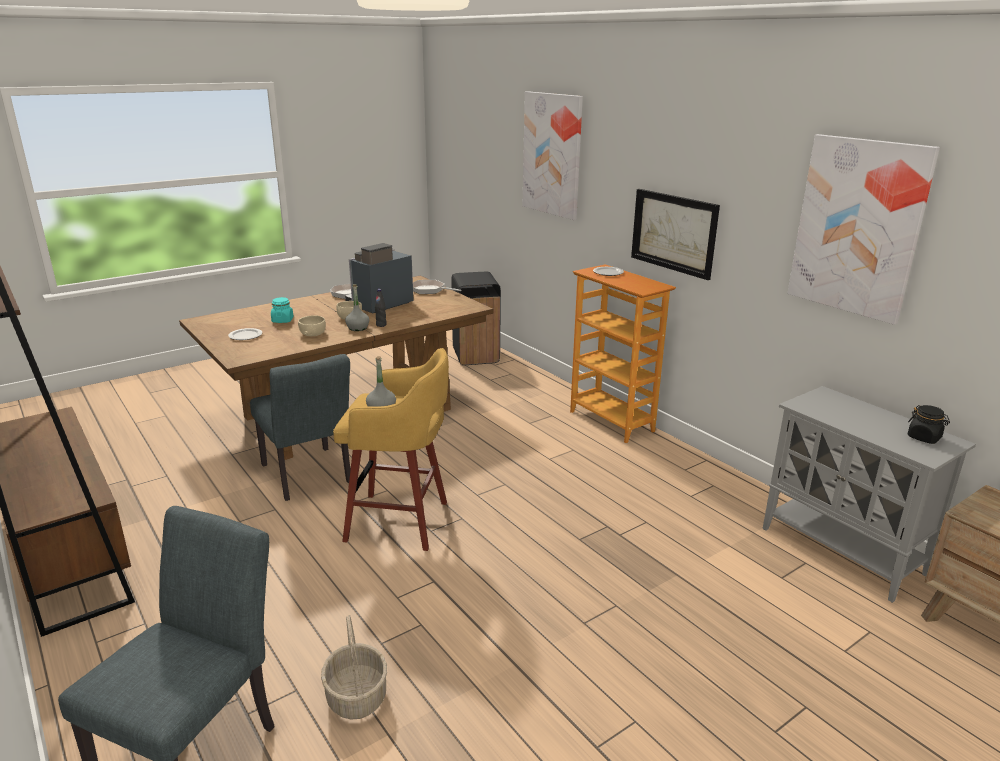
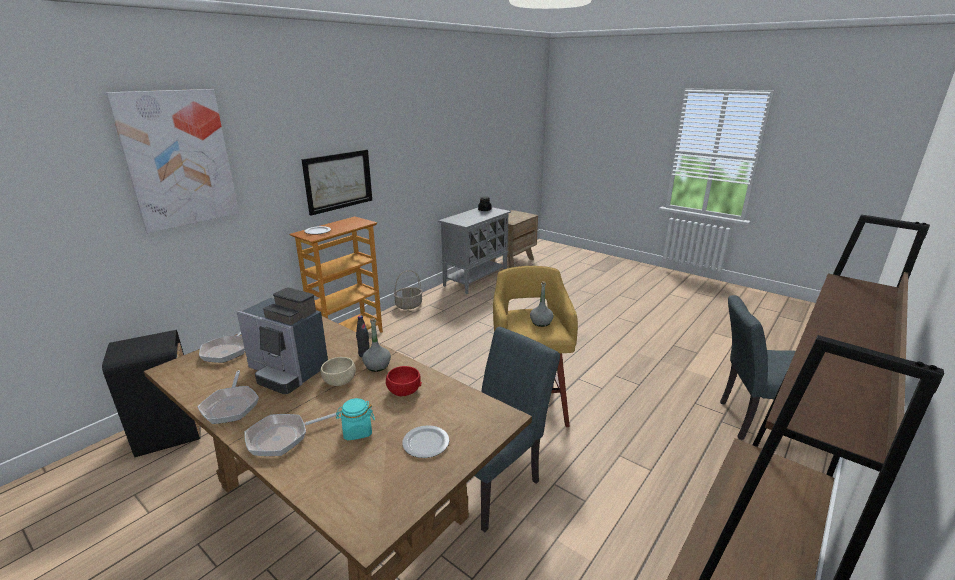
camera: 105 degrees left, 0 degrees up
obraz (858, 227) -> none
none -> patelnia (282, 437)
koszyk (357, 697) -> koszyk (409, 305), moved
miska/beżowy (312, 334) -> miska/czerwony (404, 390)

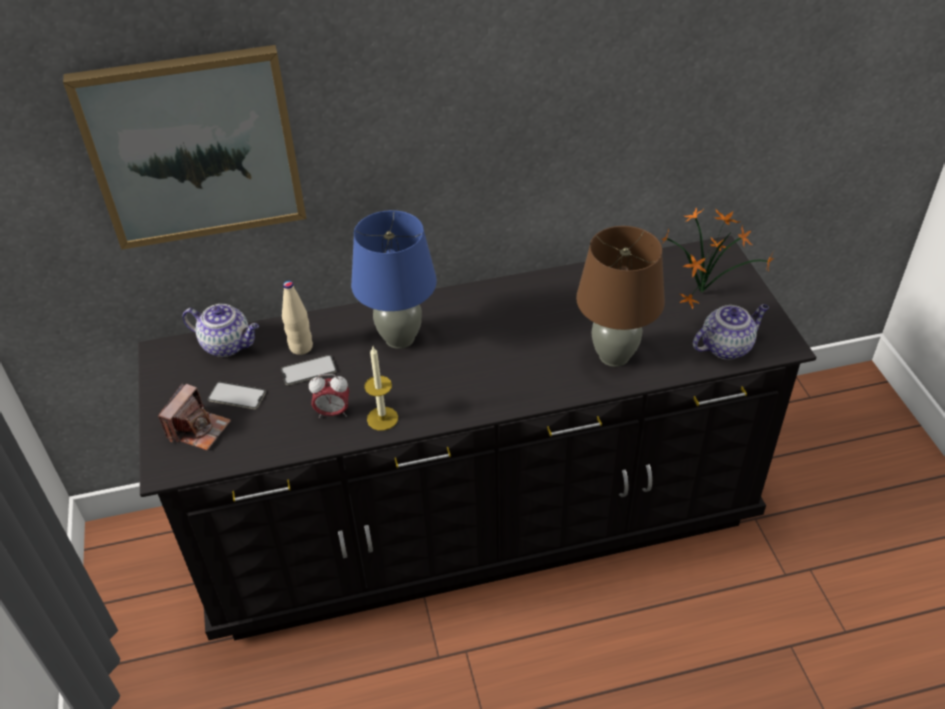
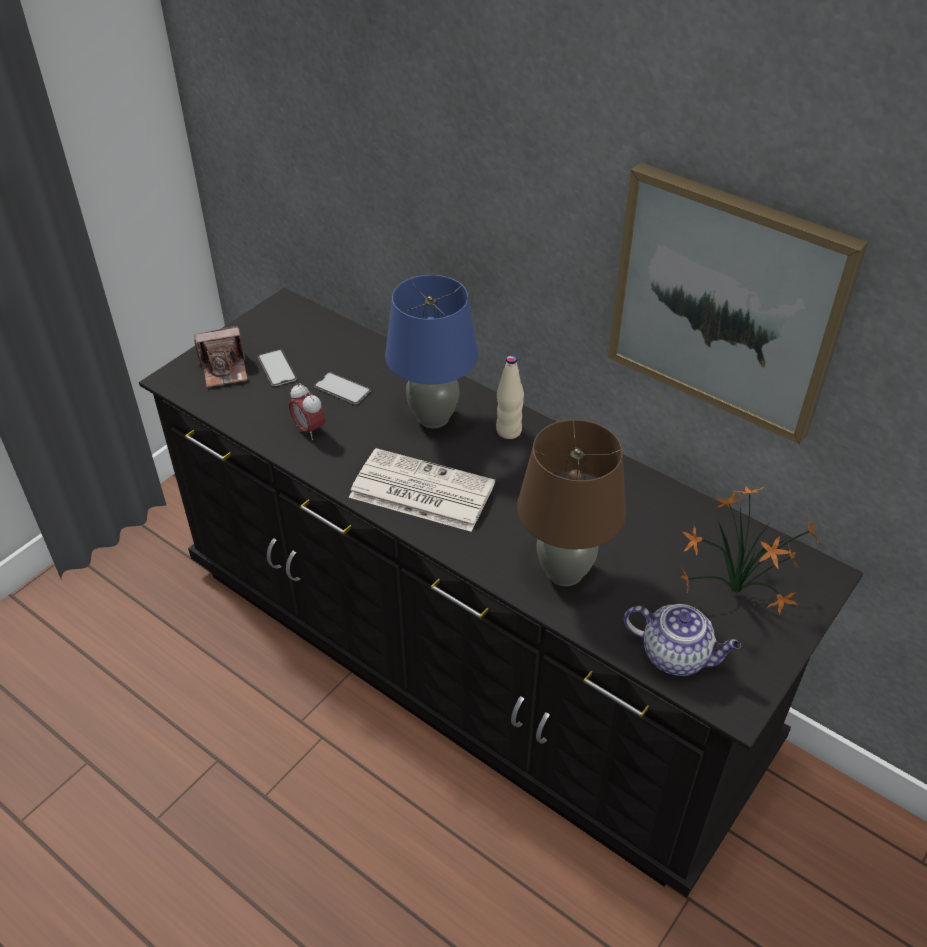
camera: 50 degrees right, 0 degrees up
imbryk (228, 345) -> none
świeca (382, 418) -> none
none -> gazeta (420, 491)
obraz (194, 148) -> obraz (726, 302), moved
butelka/beżowy (301, 347) -> butelka/beżowy (508, 431), moved

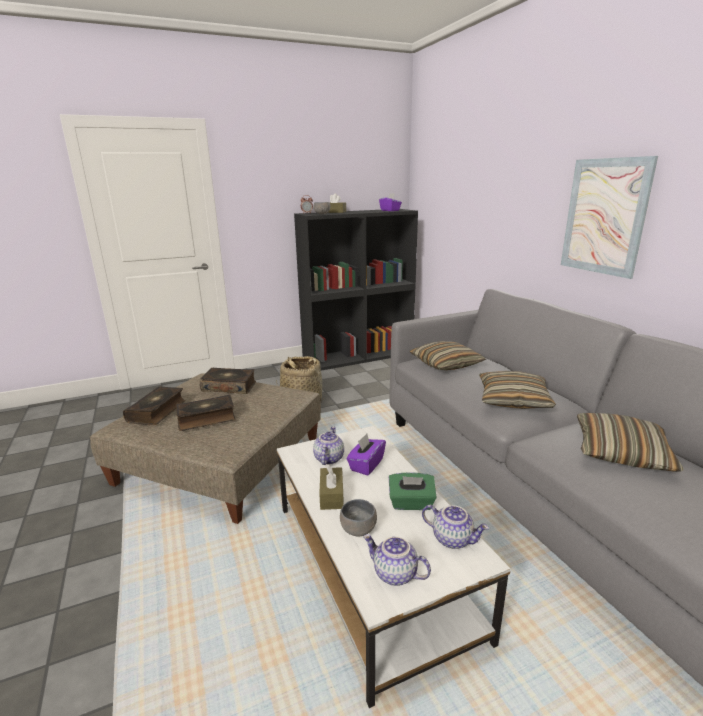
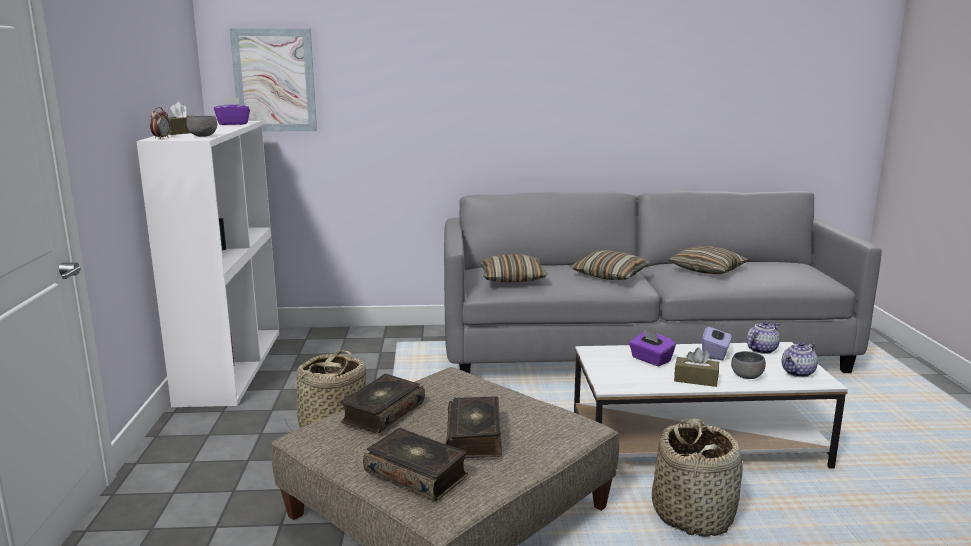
camera: 70 degrees left, 5 degrees down
imbryk (328, 458) -> none
none -> koszyk (693, 514)
obraz (604, 217) -> obraz (274, 80), moved
regał/czarny (358, 356) -> regał/biały (230, 365)
pudełko chusteczek/zielony (411, 503) -> pudełko chusteczek/fioletowy (715, 354)

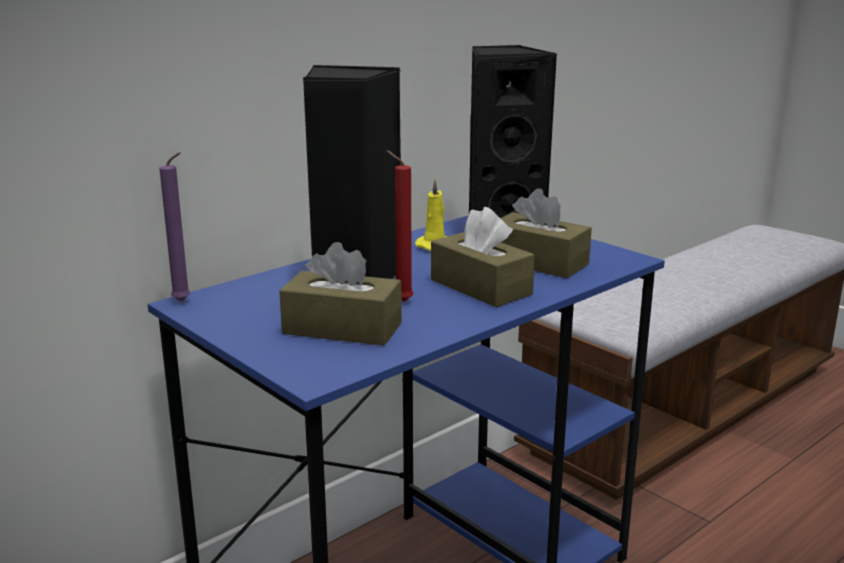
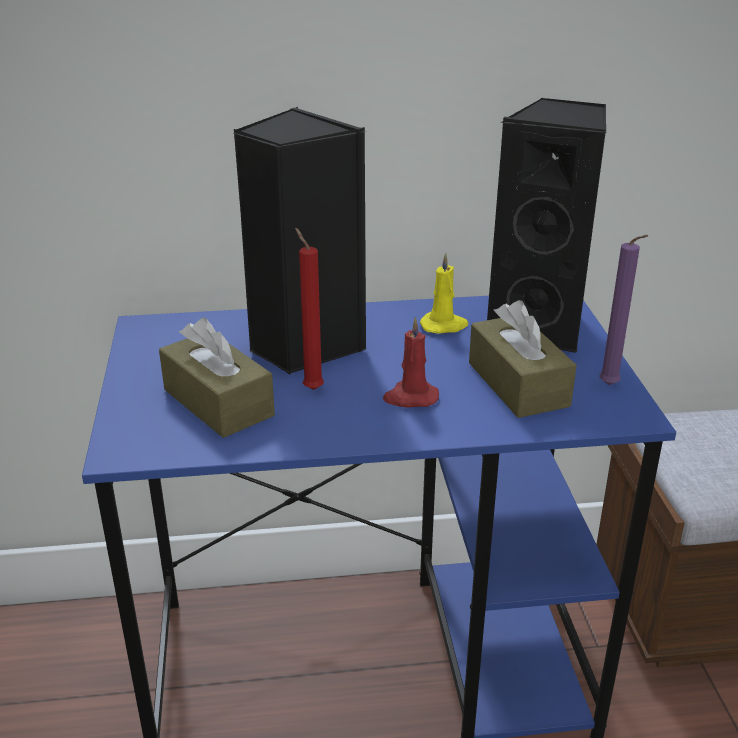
camera: 35 degrees right, 10 degrees up
świeca/fioletowy (184, 302) -> świeca/fioletowy (611, 386), moved
pudełko chusteczek/brązowy (480, 287) -> świeca/czerwony (410, 397)

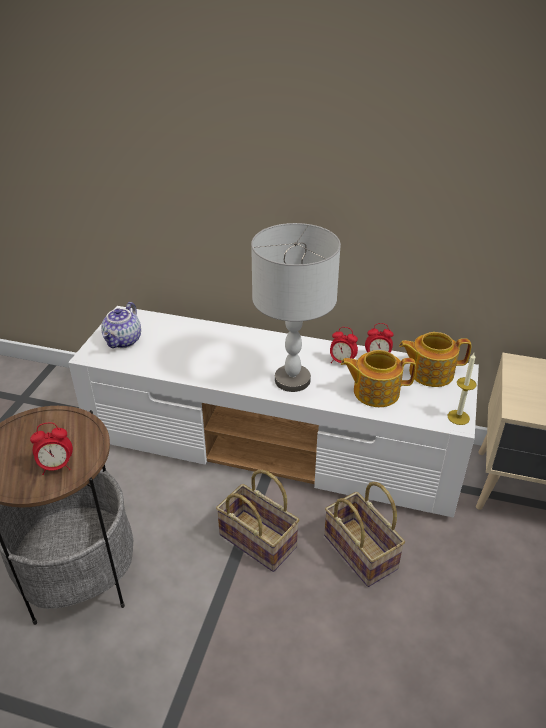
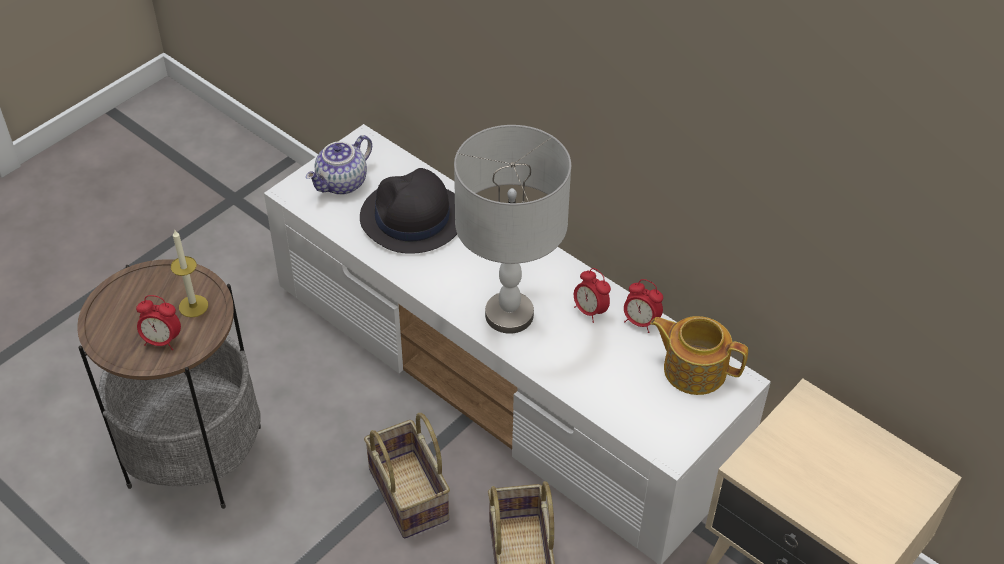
camera: 25 degrees right, 10 degrees up
imbryk (375, 391) -> none
none -> kapelusz/czarny (411, 218)
świeca (458, 417) -> świeca (193, 306), moved

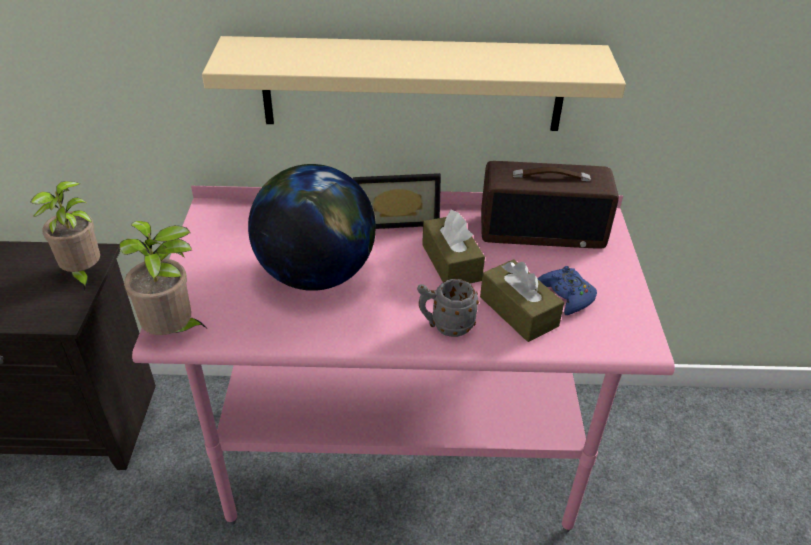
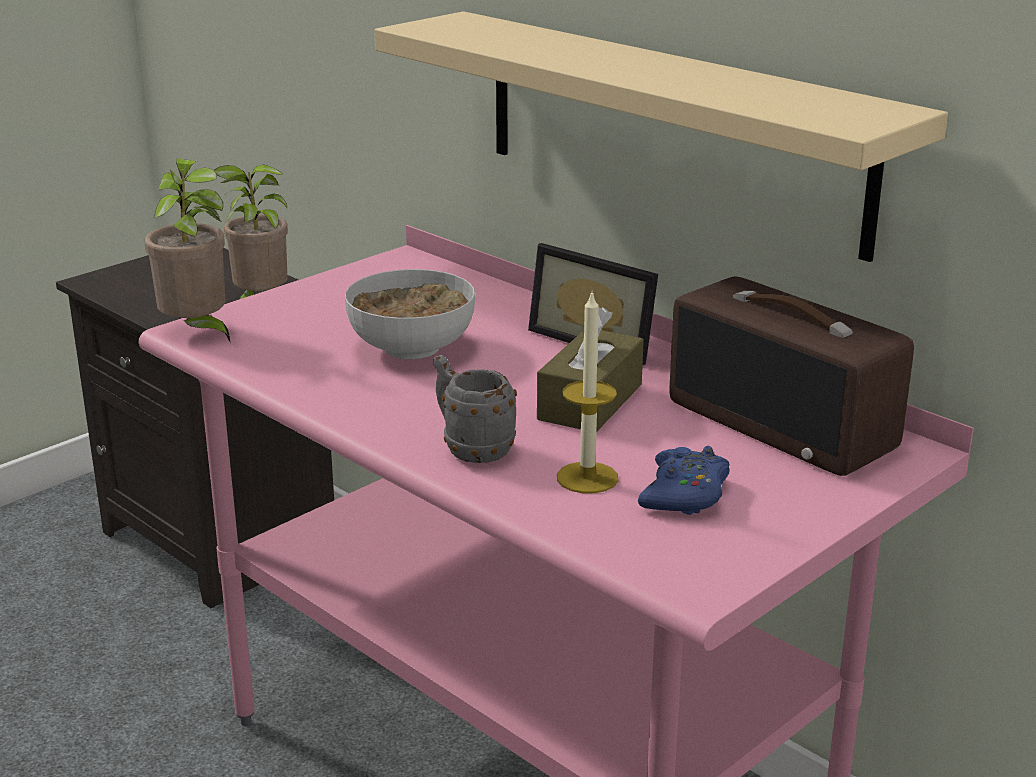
camera: 45 degrees right, 15 degrees down
globus (316, 274) -> miska (413, 348)
pudełko chusteczek/brązowy (518, 311) -> świeca (587, 478)

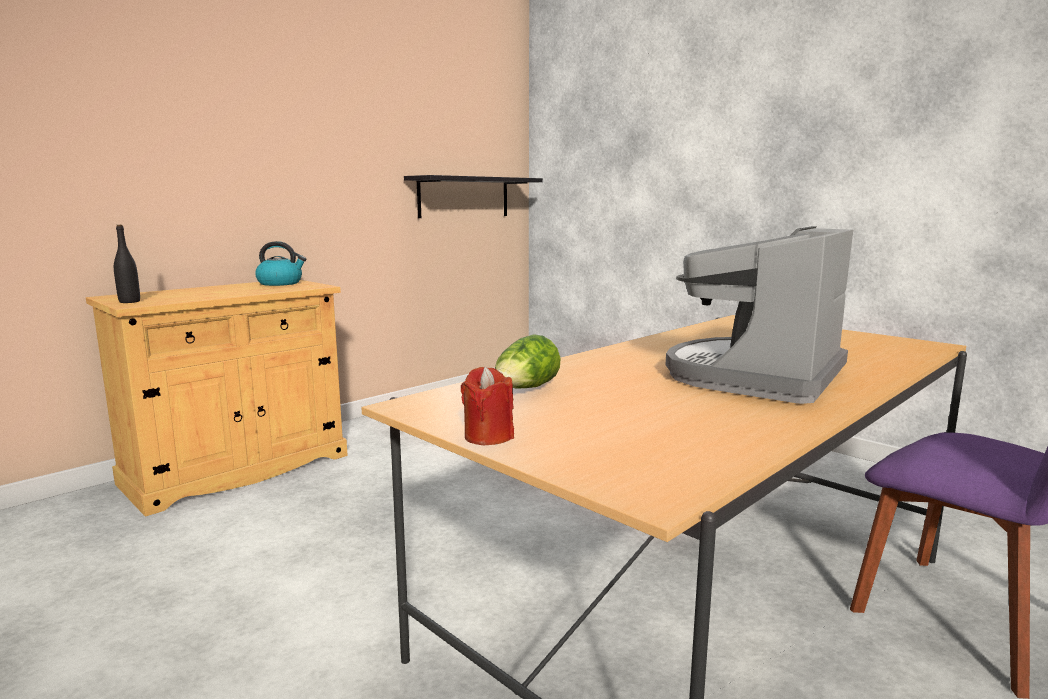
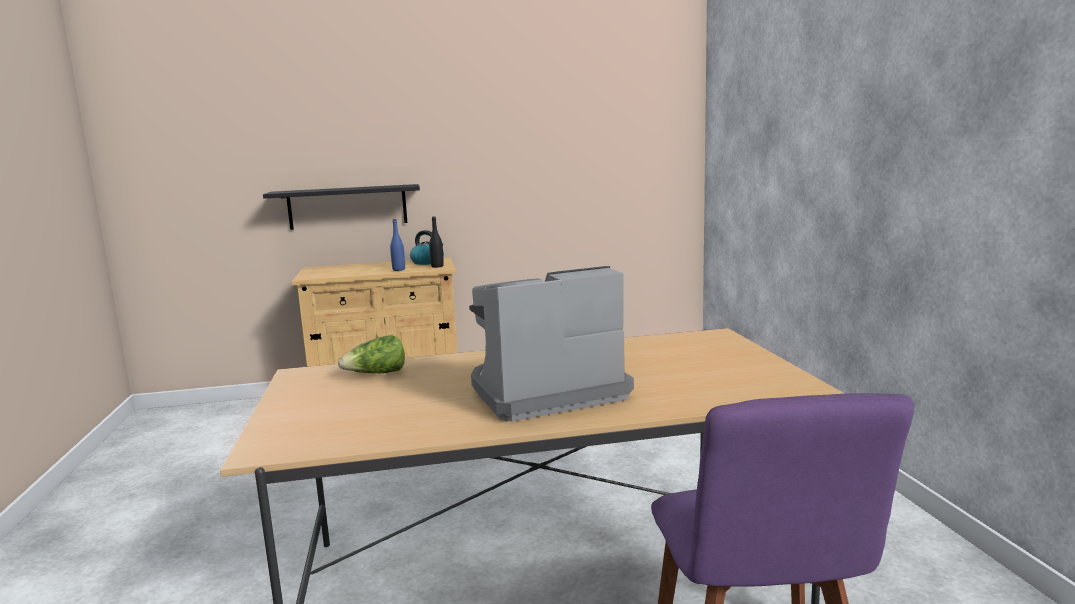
camera: 35 degrees right, 0 degrees up
świeca/czerwony (488, 436) -> none
none -> butelka/niebieski (398, 270)
butelka/czarny (129, 301) -> butelka/czarny (437, 266), moved
półka/czarny (464, 197) -> półka/czarny (347, 207), moved

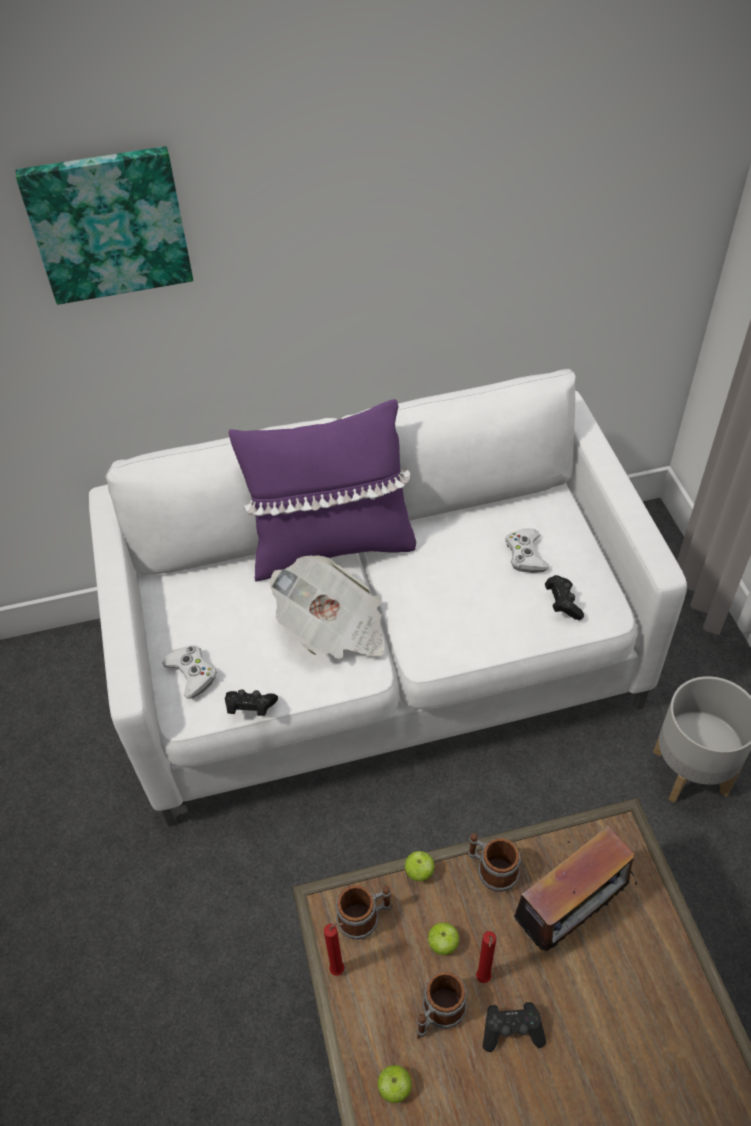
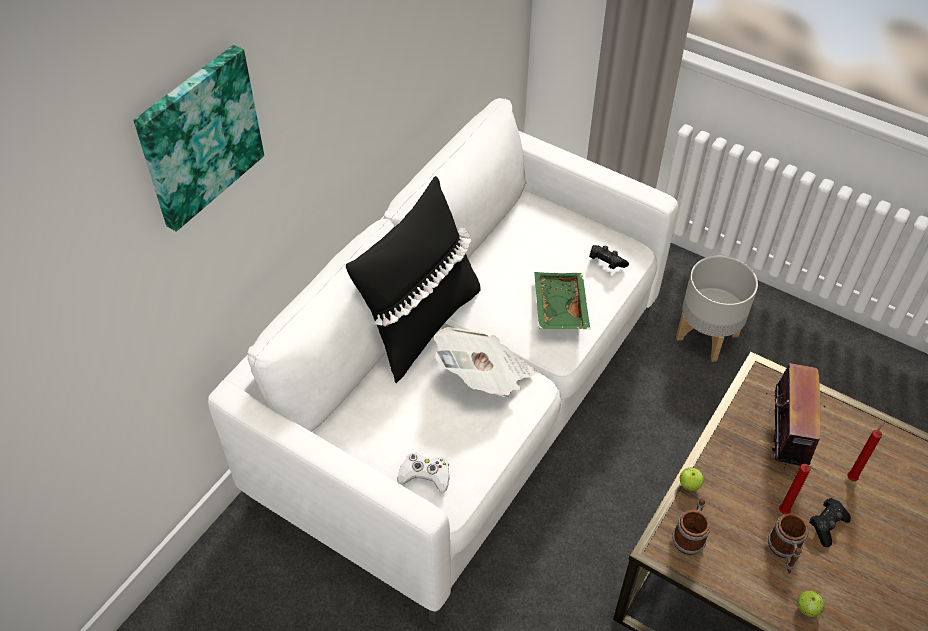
camera: 45 degrees left, 0 degrees up
pad do gier/czarny (250, 708) -> none
jabłko (443, 944) -> none
kubek (491, 869) -> none
pad do gier/biały (525, 555) -> none
none -> taca/zielony (558, 308)
świeca/czerwony (340, 970) -> świeca/czerwony (852, 477), moved
poduszka/fioletowy (331, 546) -> poduszka/czarny (420, 325)

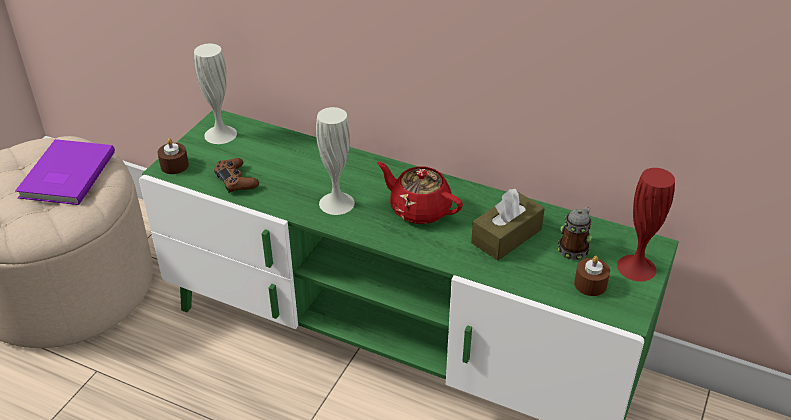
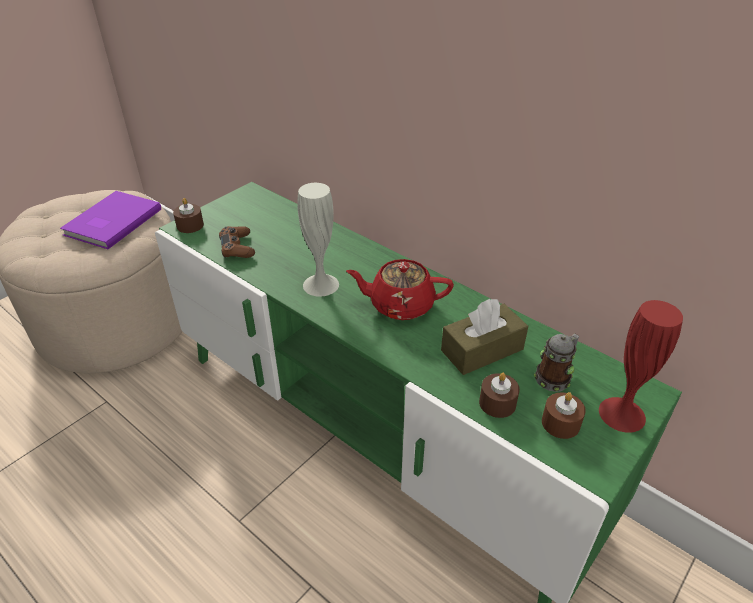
camera: 15 degrees right, 0 degrees up
wazon/biały (220, 134) -> none
none -> świeca/brązowy (497, 403)
imbryk/czerwony (419, 209) -> imbryk/czerwony (400, 305), 45 degrees counterclockwise

